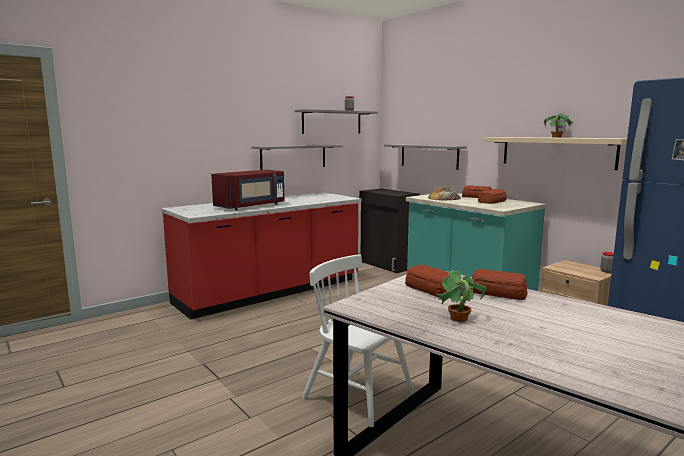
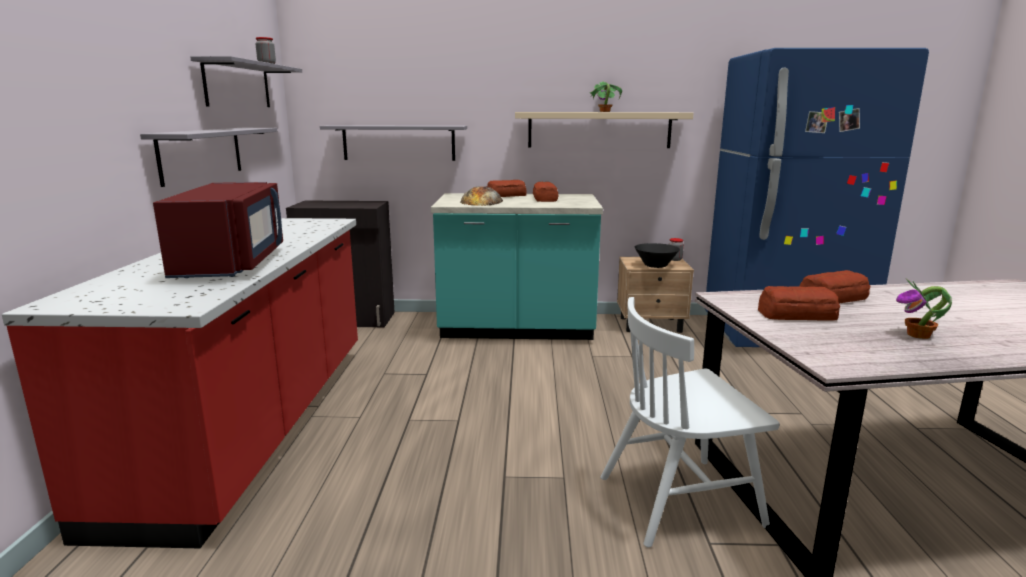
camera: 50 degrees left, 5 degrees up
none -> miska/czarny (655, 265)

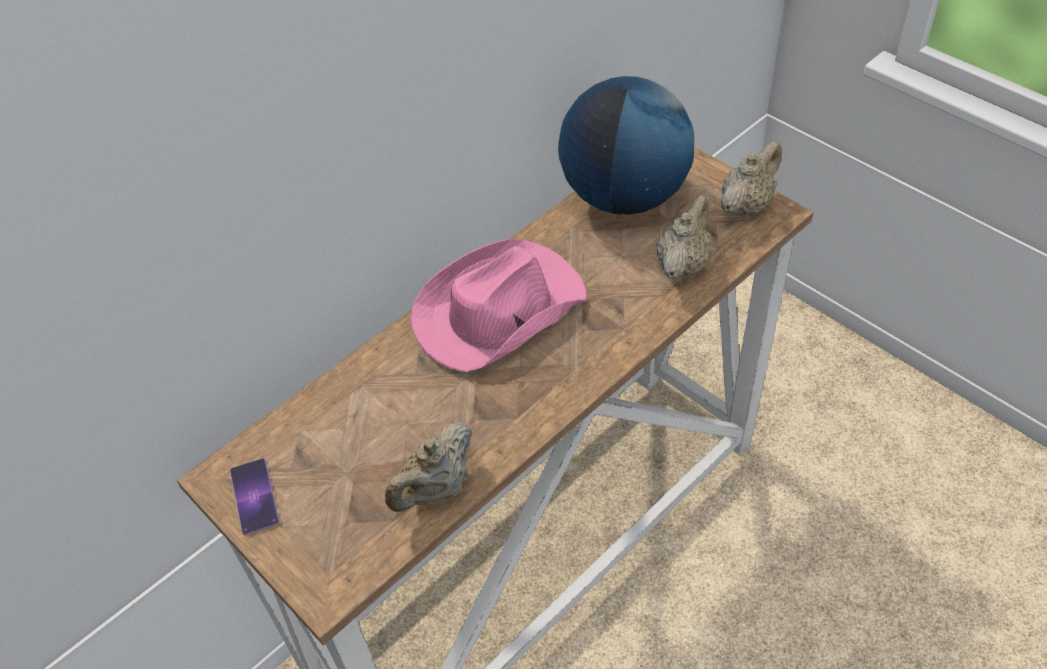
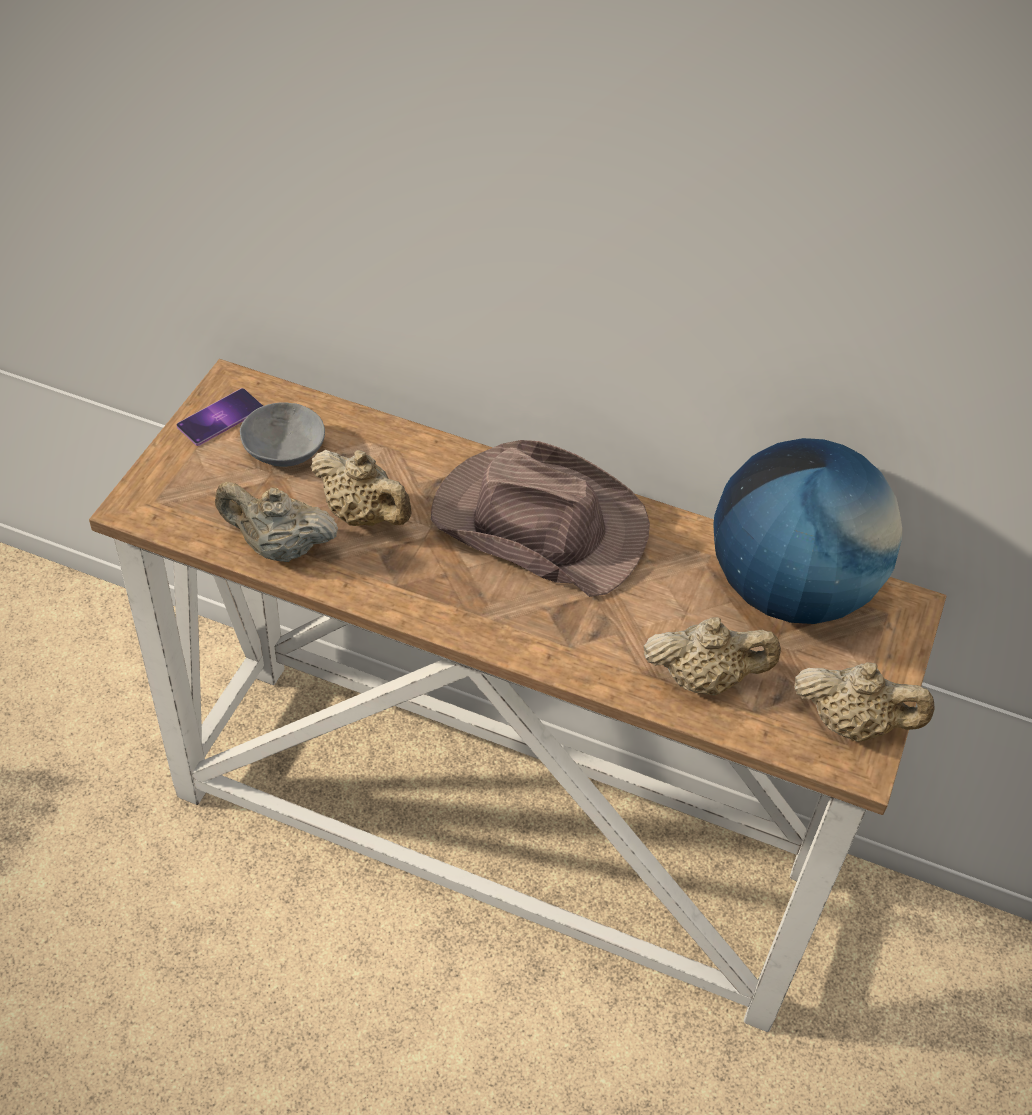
camera: 60 degrees right, 0 degrees up
none -> miska/szary (282, 451)
none -> imbryk/beżowy (363, 515)
kapelusz/różowy (497, 311) -> kapelusz/brązowy (537, 523)

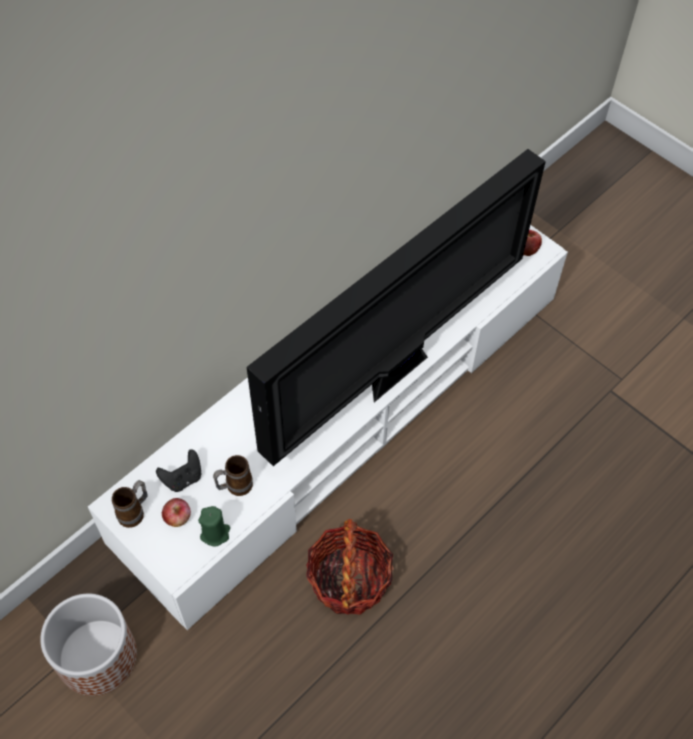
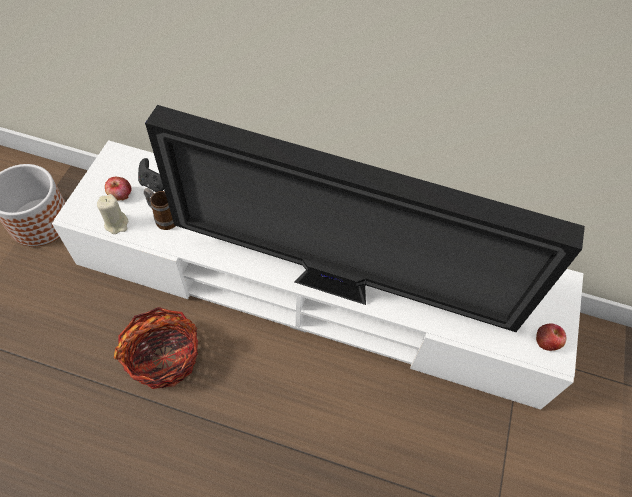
camera: 60 degrees right, 0 degrees up
kubek (135, 512) -> none
świeca/zielony (215, 533) -> świeca/beżowy (116, 224)

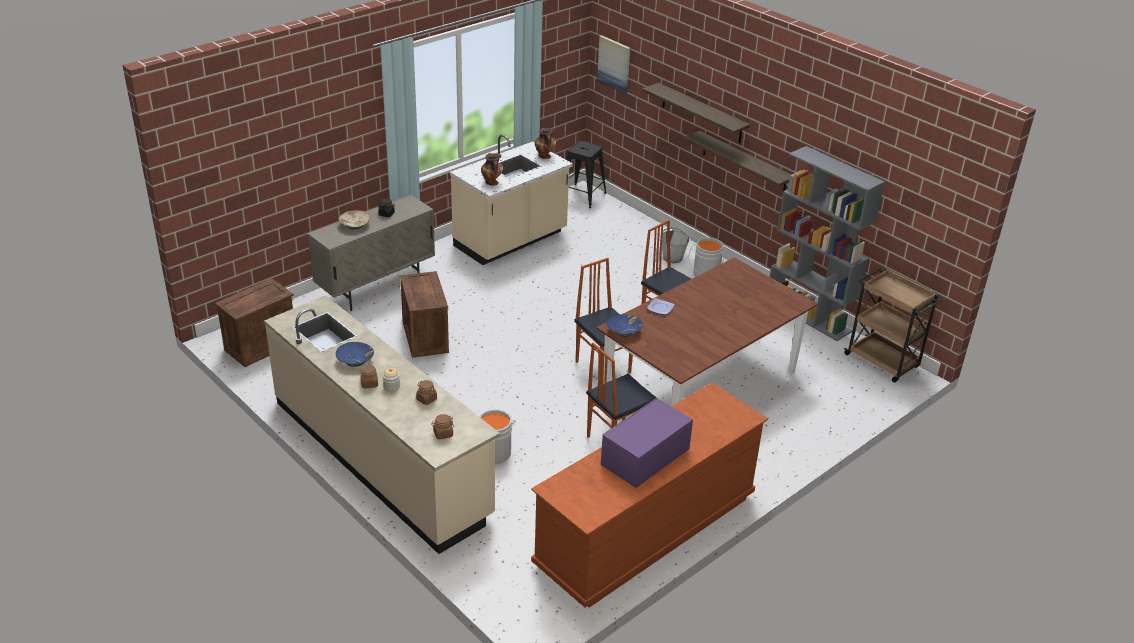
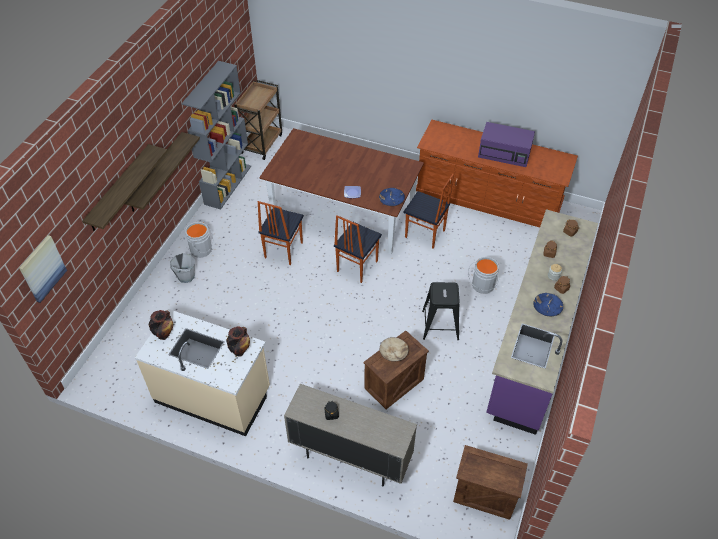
camera: 115 degrees left, 15 degrees up
miska/beżowy (354, 225) -> miska/beżowy (393, 353), moved
stołek/czarny (582, 196) -> stołek/czarny (440, 325), moved
zabudowa kuchenna/beżowy (381, 458) -> zabudowa kuchenna/fioletowy (534, 339)

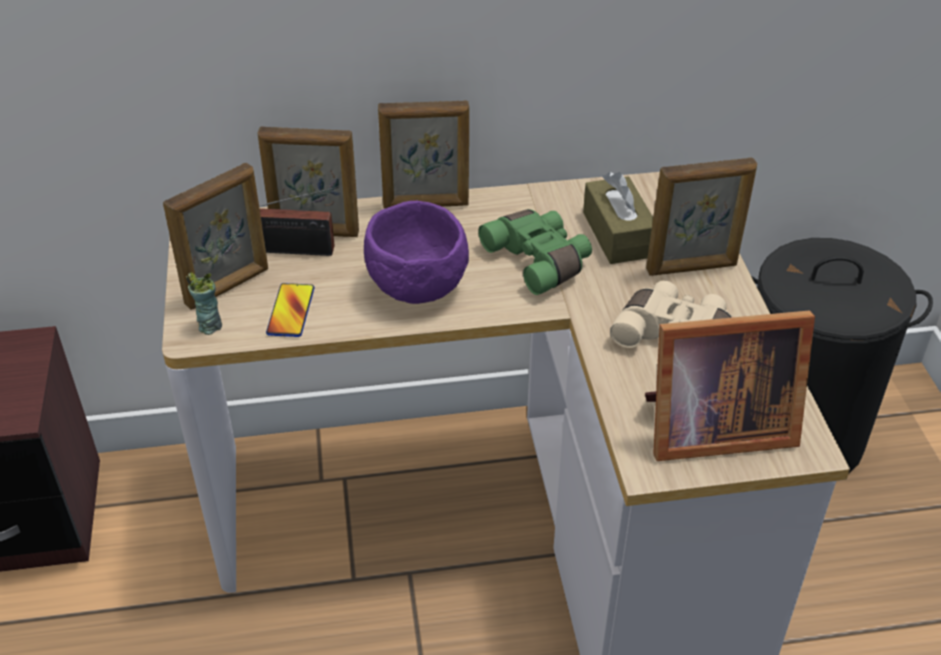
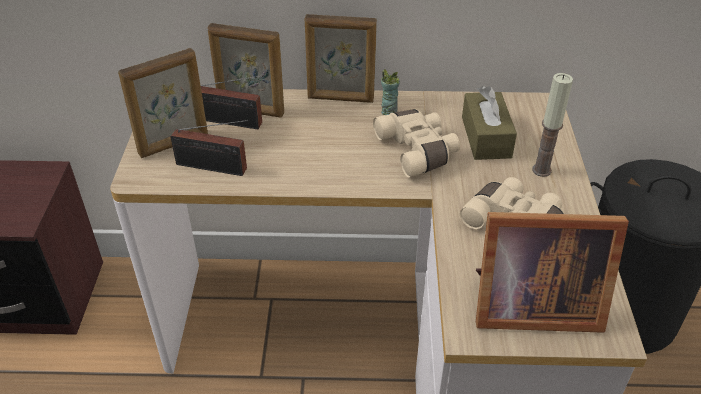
camera: 10 degrees right, 0 degrees up
miska/fioletowy (414, 287) -> none
filiżanka (209, 326) -> filiżanka (388, 111), moved
telefon (291, 311) -> radio (215, 168)
ramka na zdjęcie (692, 268) -> świeca (541, 170)
lornetka/zielony (540, 260) -> lornetka/beżowy (419, 150)

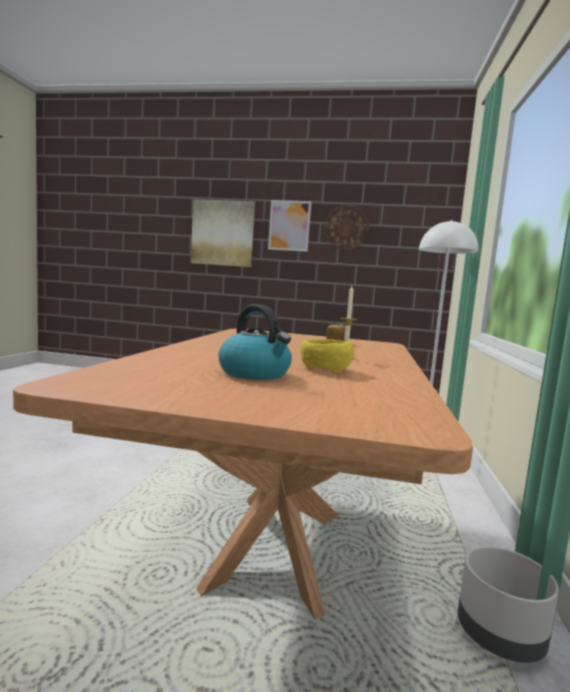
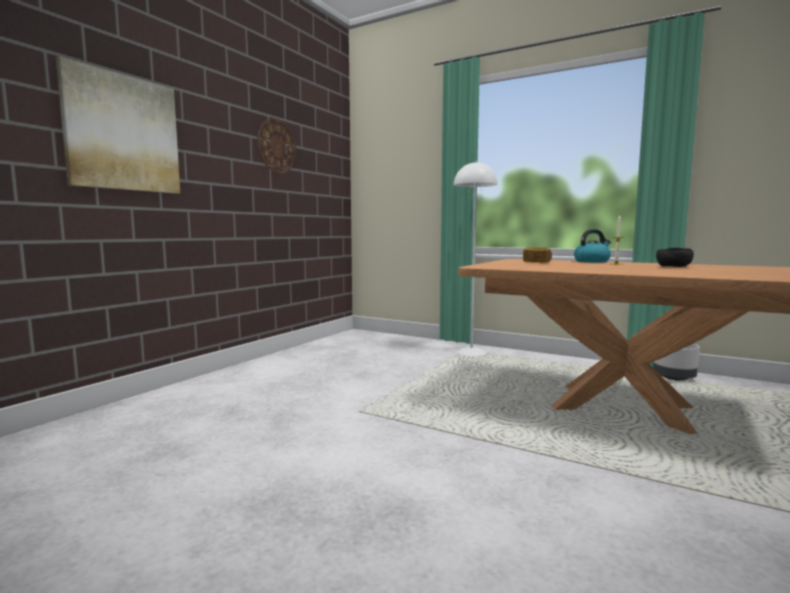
camera: 70 degrees left, 0 degrees up
obraz (289, 225) -> none
czajnik (255, 373) -> czajnik (592, 261), moved
miska/żółty (324, 369) -> miska/czarny (674, 266)

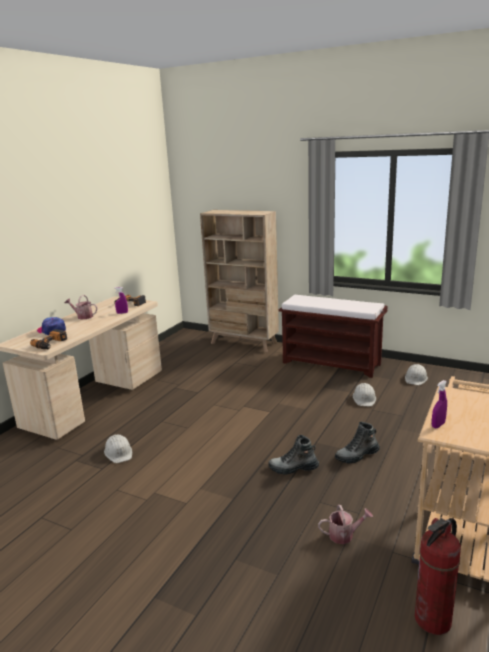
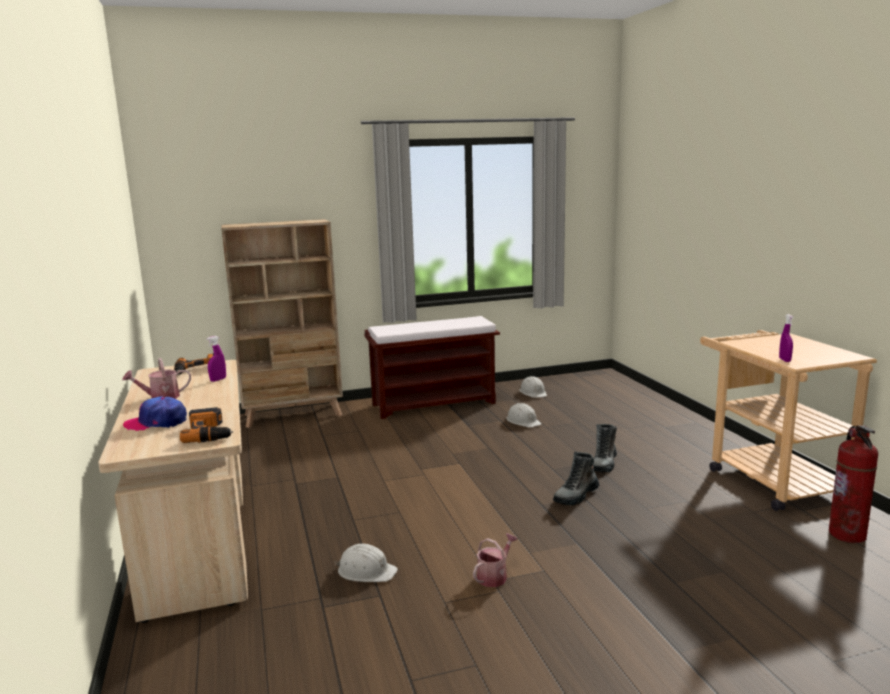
camera: 45 degrees left, 5 degrees down
konewka (344, 535) -> konewka (494, 576), moved

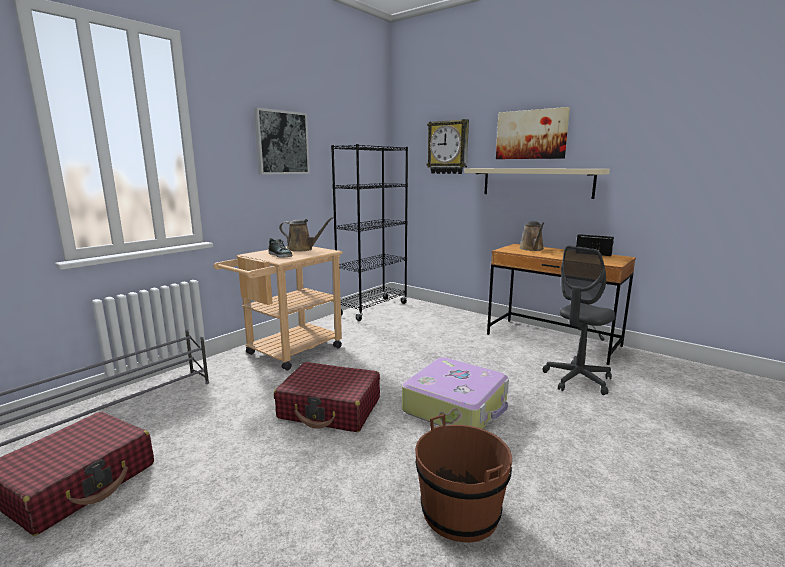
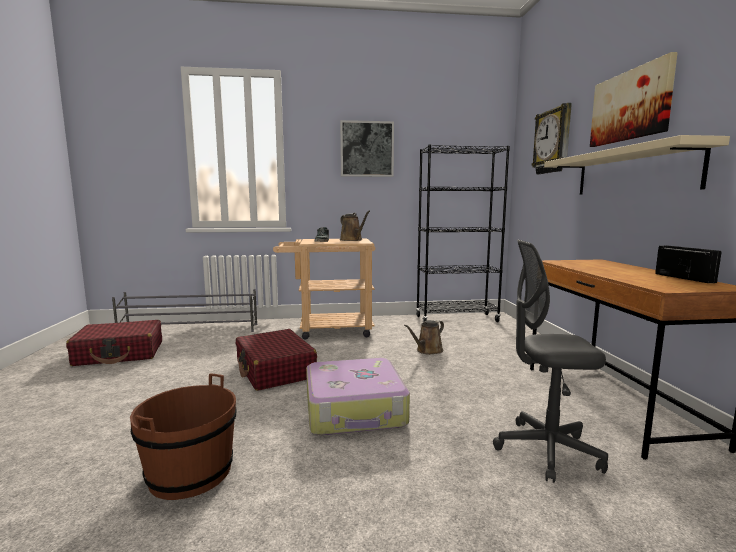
camera: 45 degrees right, 5 degrees down
konewka/brązowy (532, 249) -> konewka/brązowy (427, 351), moved

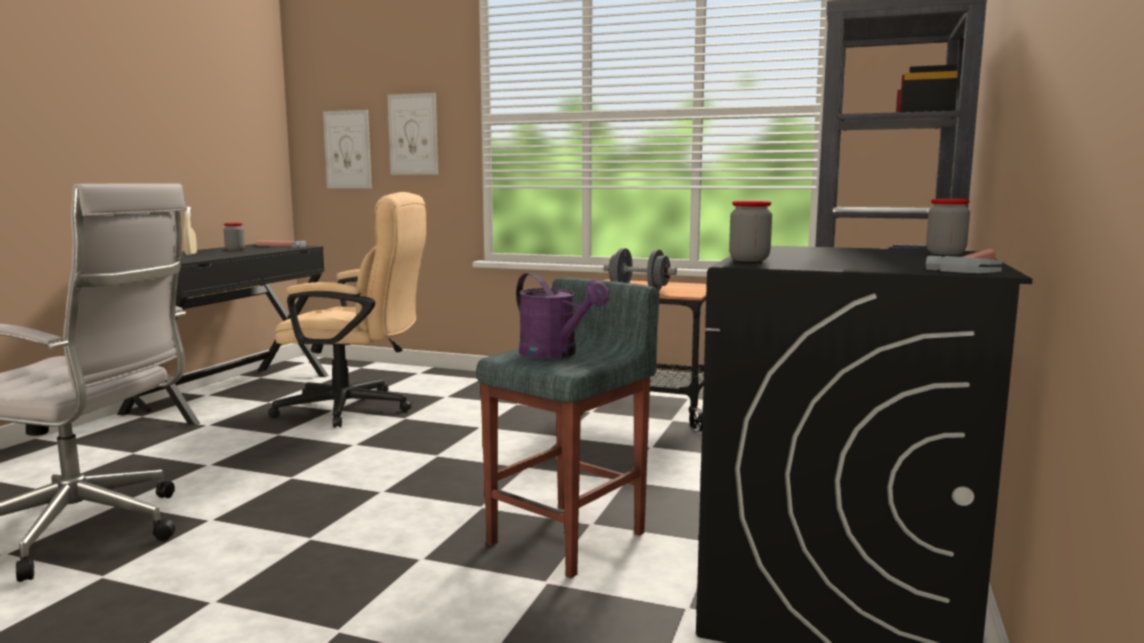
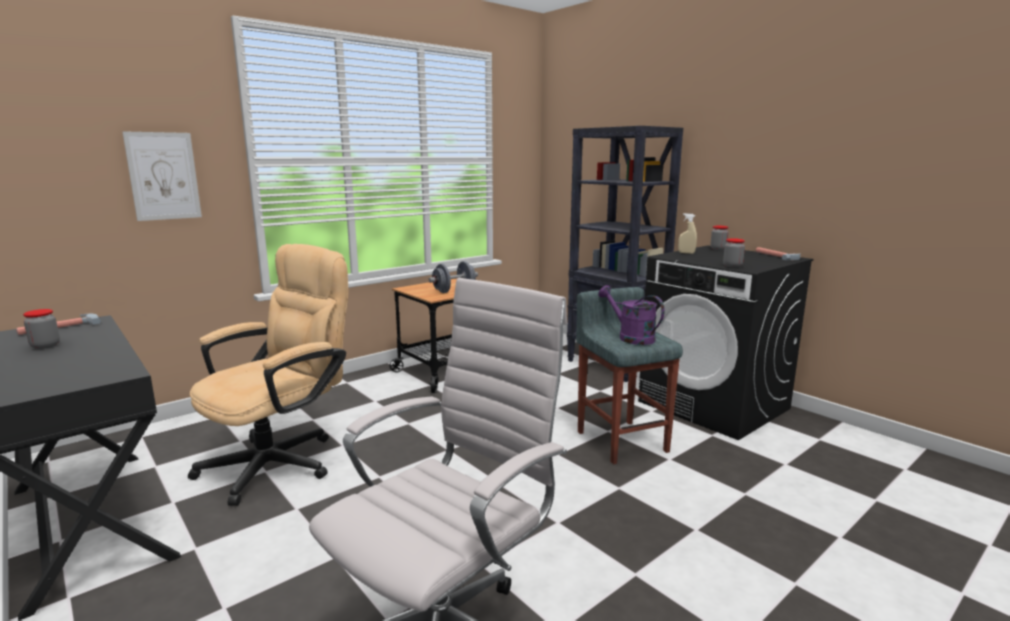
camera: 60 degrees left, 5 degrees up
obraz (347, 149) -> none
spryskiwacz/beżowy (191, 254) -> spryskiwacz/beżowy (686, 253), moved
konewka/fioletowy (555, 354) -> konewka/fioletowy (630, 337), 120 degrees counterclockwise

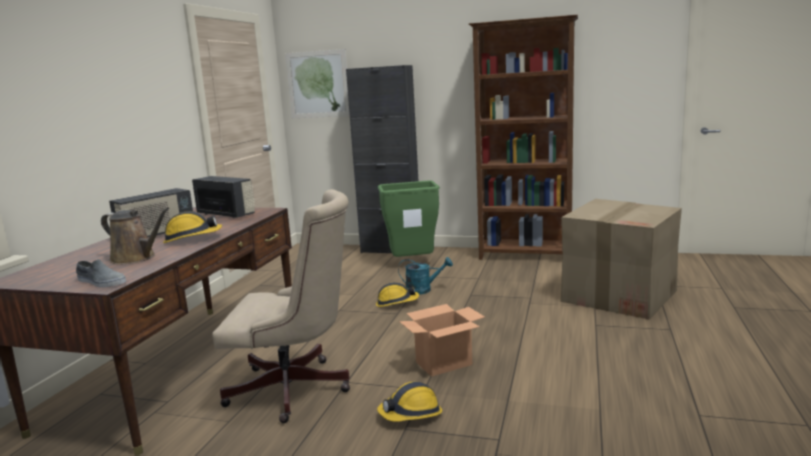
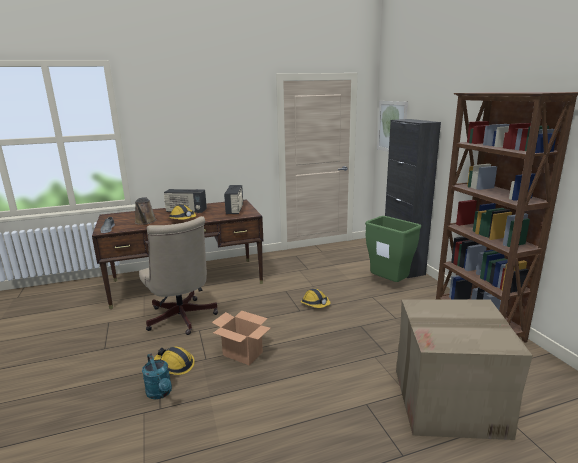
camera: 55 degrees right, 5 degrees up
konewka/turkusowy (423, 290) -> konewka/turkusowy (160, 393), moved

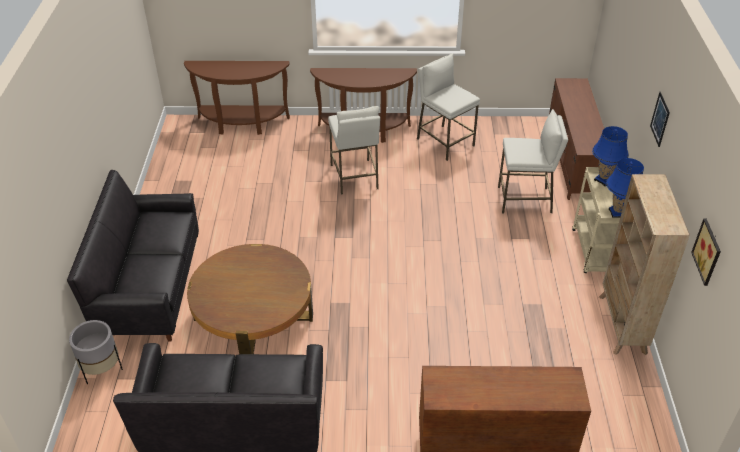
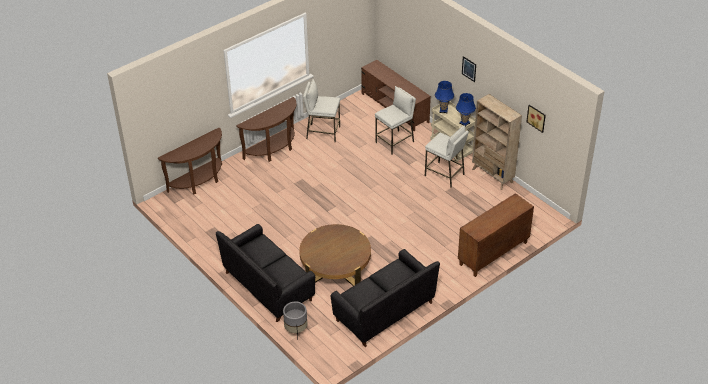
camera: 40 degrees left, 0 degrees up
stołek/biały (354, 177) -> stołek/biały (444, 175), moved

